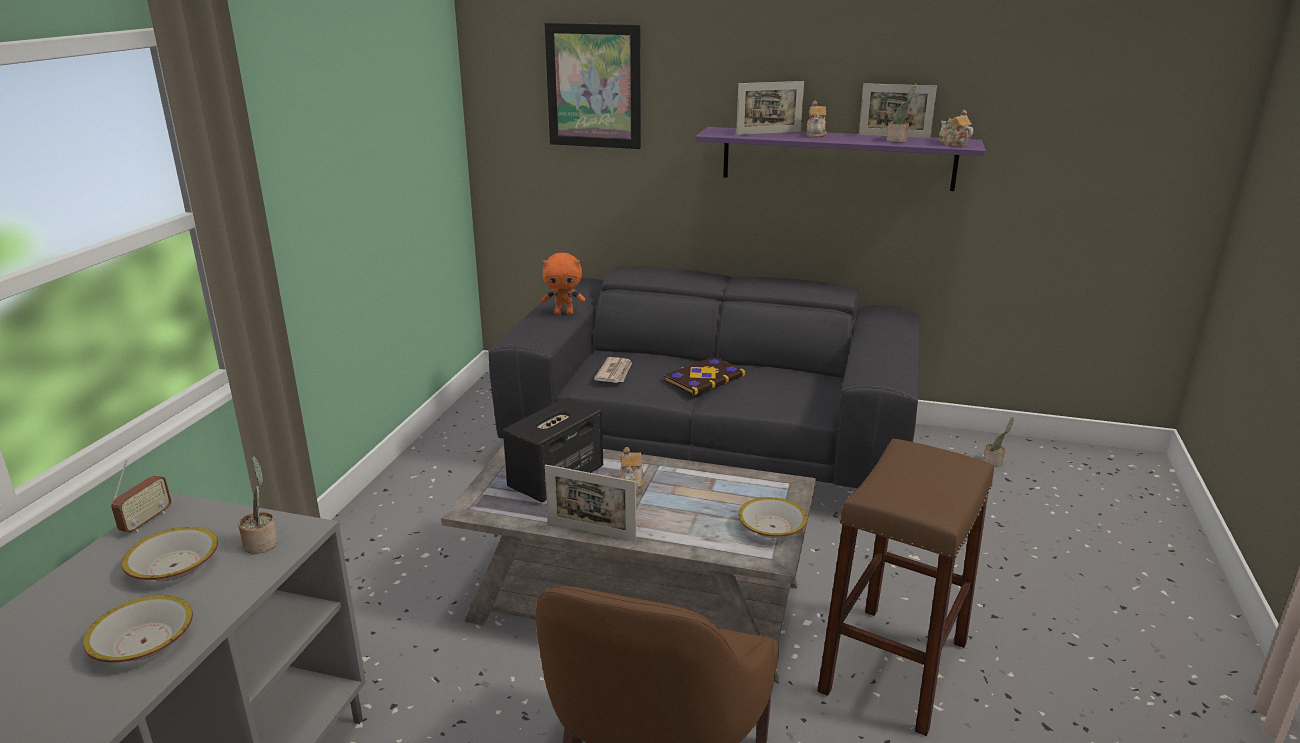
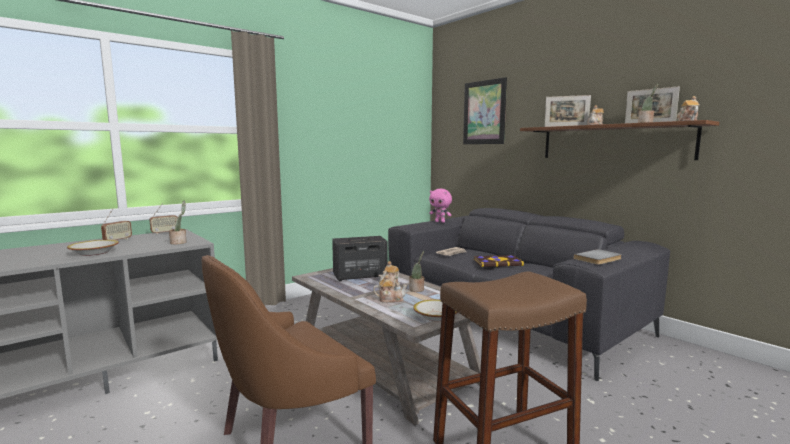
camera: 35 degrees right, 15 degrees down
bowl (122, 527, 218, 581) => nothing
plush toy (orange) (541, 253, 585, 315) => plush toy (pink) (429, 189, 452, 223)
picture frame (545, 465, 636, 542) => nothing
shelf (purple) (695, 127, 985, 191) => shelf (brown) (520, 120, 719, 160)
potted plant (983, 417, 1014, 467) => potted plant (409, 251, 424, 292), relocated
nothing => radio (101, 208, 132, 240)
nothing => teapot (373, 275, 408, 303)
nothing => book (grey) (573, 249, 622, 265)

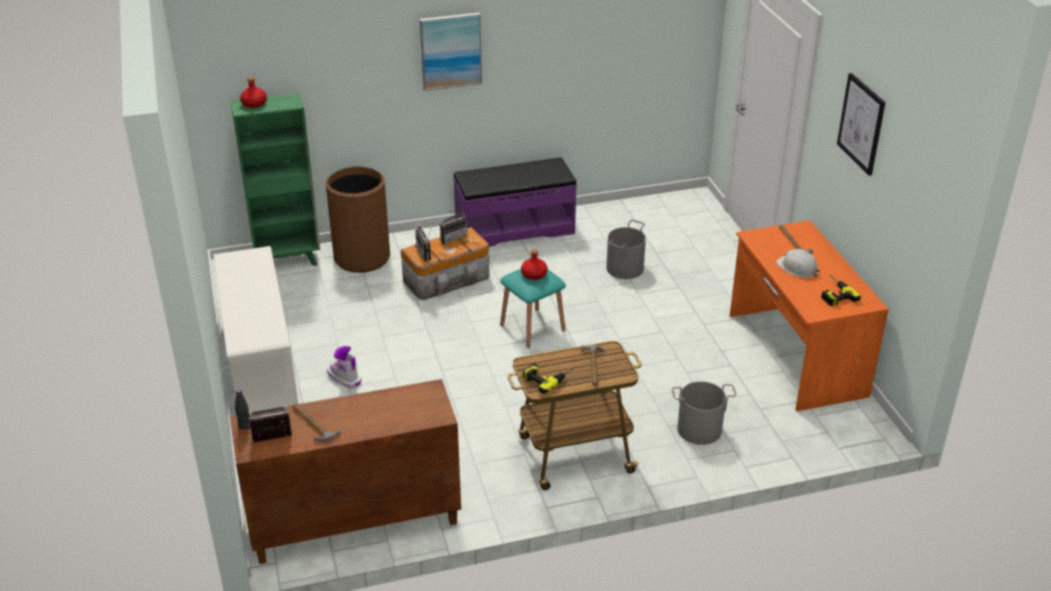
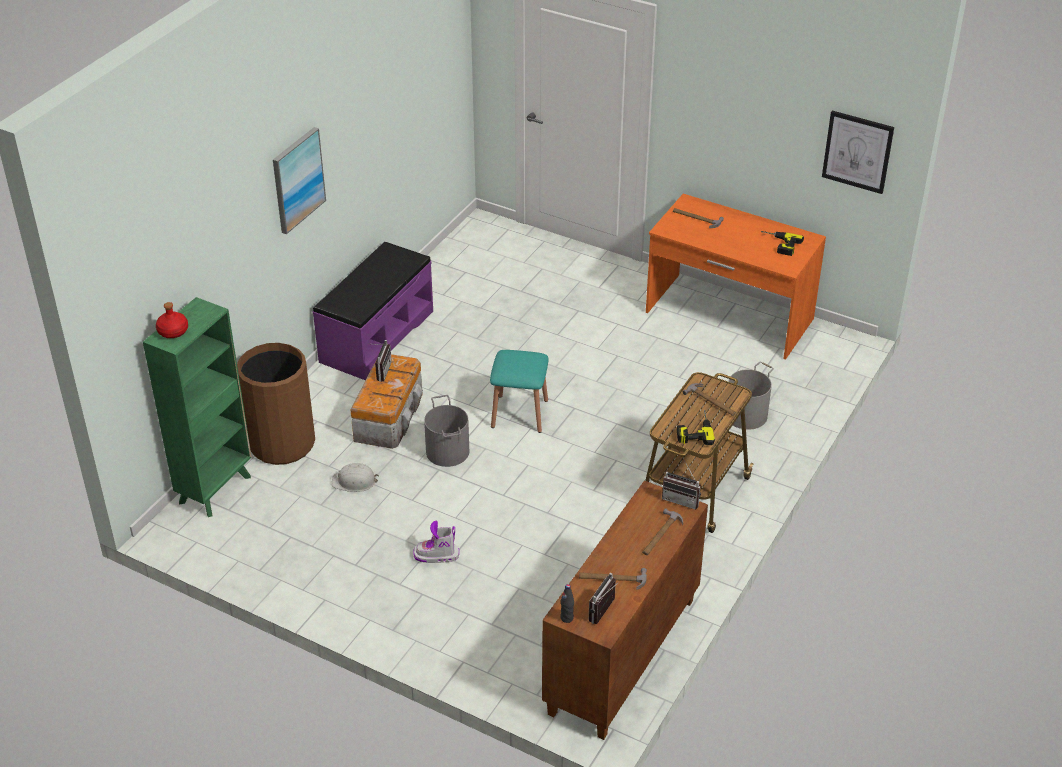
camera: 45 degrees left, 5 degrees up
shoe rack (white) (213, 246, 299, 413) => nothing
radio (415, 224, 432, 262) => radio (662, 460, 701, 509), relocated
bottle (red) (521, 249, 548, 280) => nothing
bucket (grey) (606, 220, 646, 279) => bucket (grey) (424, 395, 469, 467), relocated
hard hat (white) (776, 249, 820, 278) => hard hat (white) (332, 463, 379, 492), relocated
picture (837, 73, 885, 176) => picture (822, 111, 894, 194), relocated
nothing => hammer (642, 508, 683, 555)

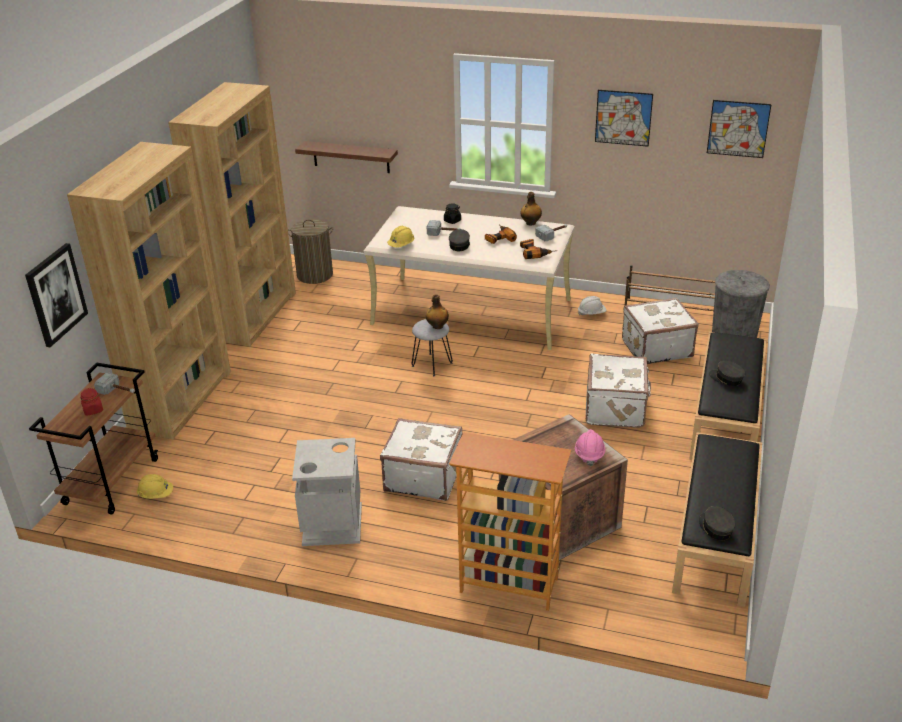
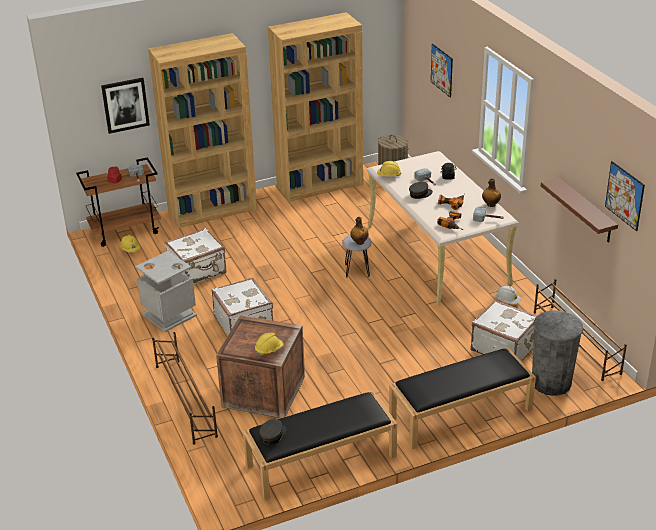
camera: 50 degrees right, 0 degrees up
shelf (brown) (295, 141, 398, 173) => shelf (brown) (541, 178, 618, 243), relocated
bookcase (449, 432, 571, 611) => shoe rack (brown) (152, 332, 218, 445)
hard hat (pink) (575, 429, 606, 466) => hard hat (yellow) (255, 333, 284, 356)
suitcase (white) (586, 353, 651, 428) => suitcase (white) (165, 228, 227, 284), relocated
picture (595, 90, 653, 147) => picture (431, 44, 453, 98), relocated
cap (grey) (709, 361, 745, 386) => nothing

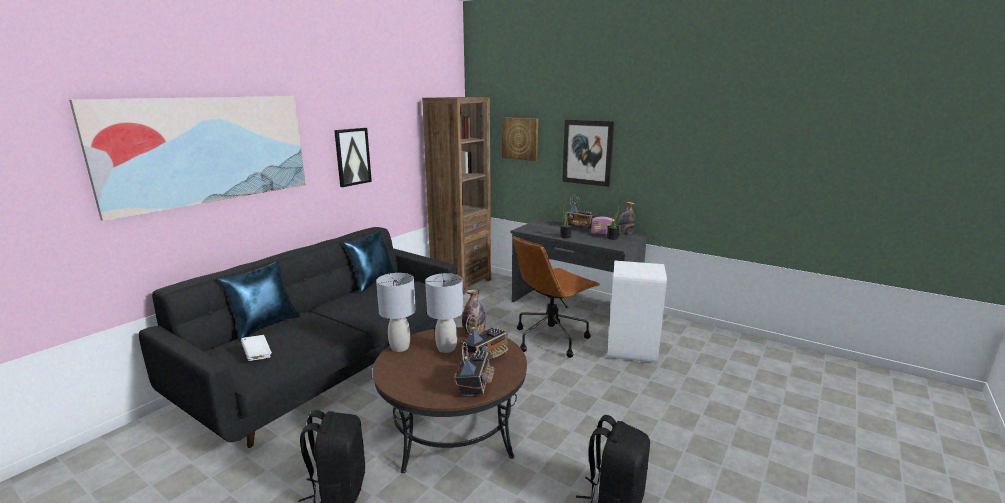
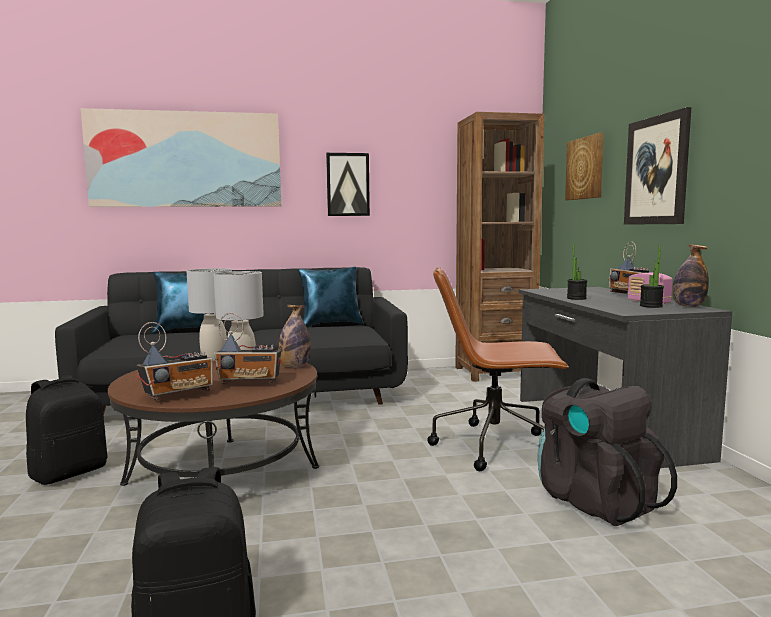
camera: 45 degrees right, 10 degrees down
book (white) (241, 335, 272, 361) => nothing
trash can (white) (607, 261, 667, 363) => backpack (black) (538, 378, 677, 526)

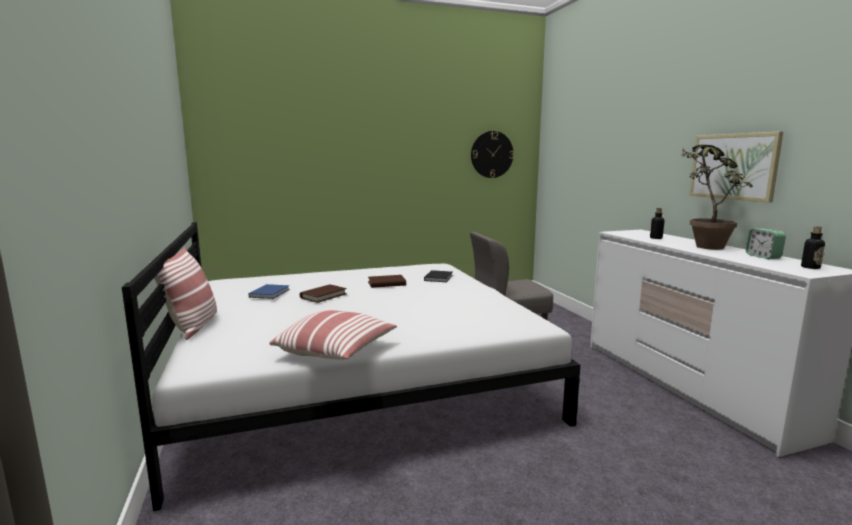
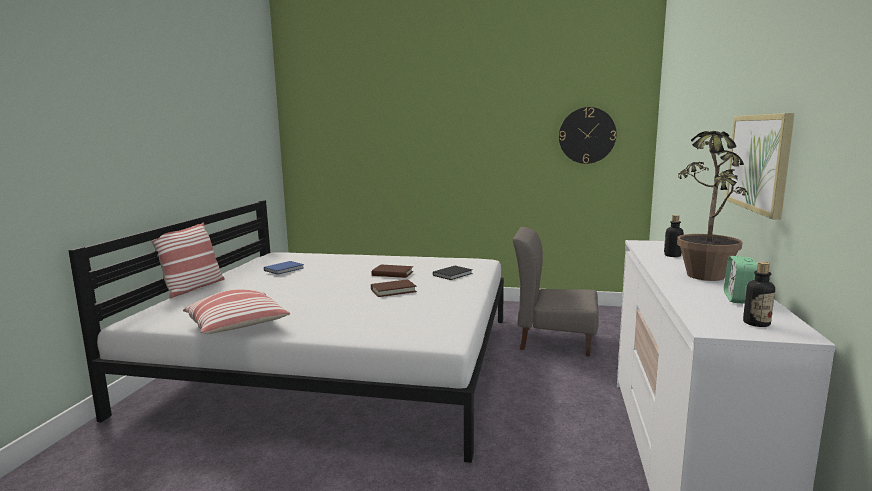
camera: 30 degrees right, 0 degrees up
book (brown) (300, 284, 347, 303) => book (brown) (371, 279, 417, 297), relocated

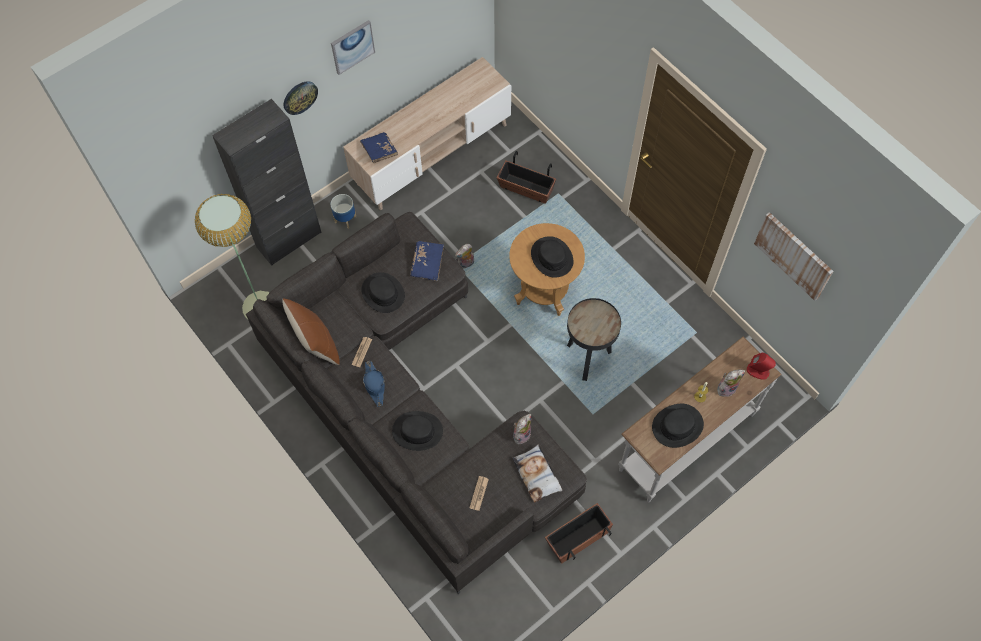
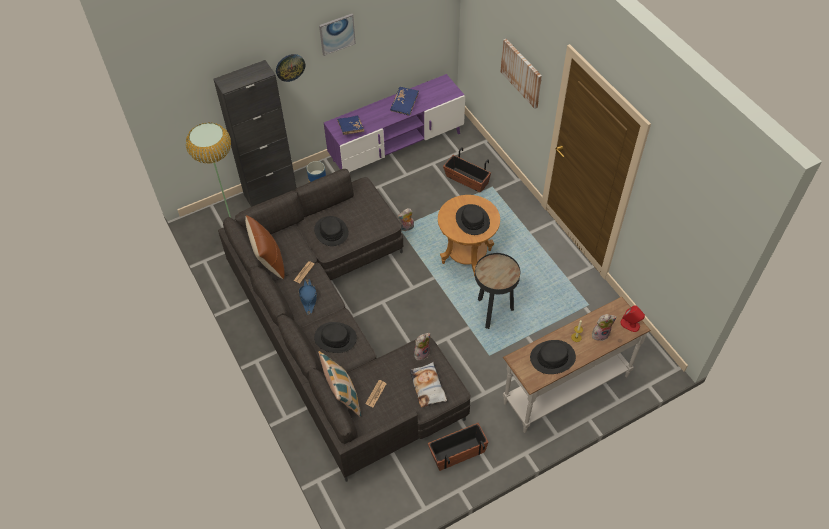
camera: 10 degrees right, 10 degrees down
tv stand (beige) (343, 57, 511, 210) => tv stand (purple) (324, 74, 465, 172)
book (blue) (410, 241, 444, 281) => book (blue) (390, 87, 419, 116), relocated
picture (754, 212, 833, 301) => picture (500, 39, 542, 109), relocated
nothing => pillow (318, 351, 361, 417)

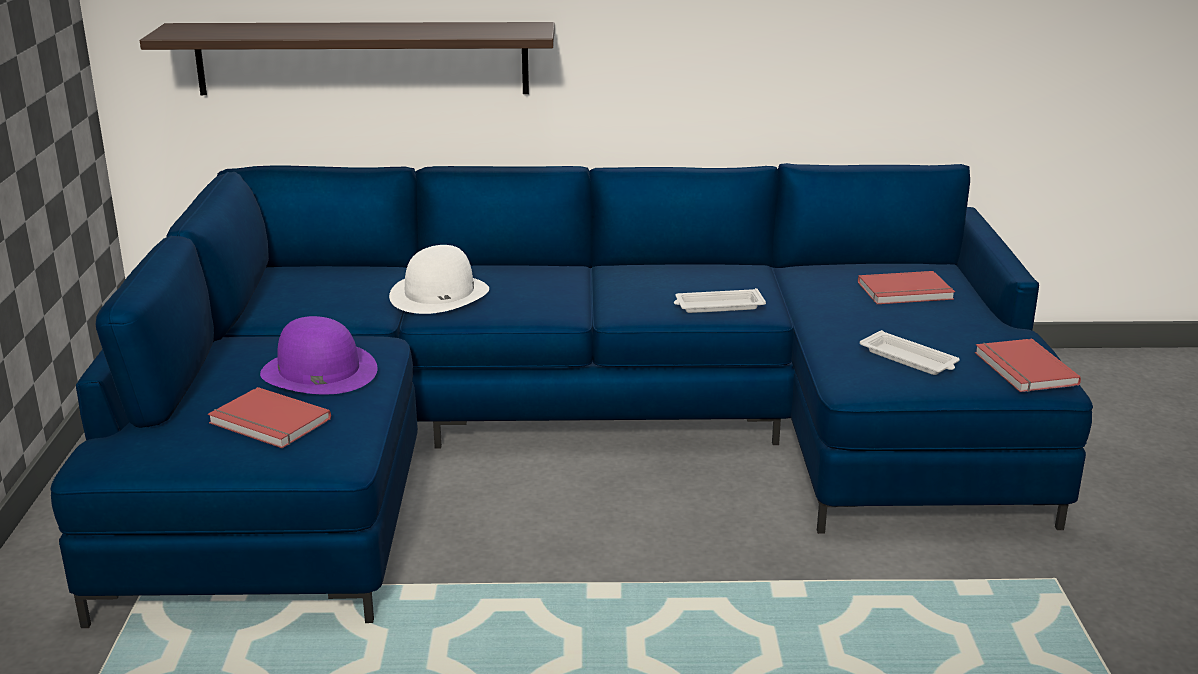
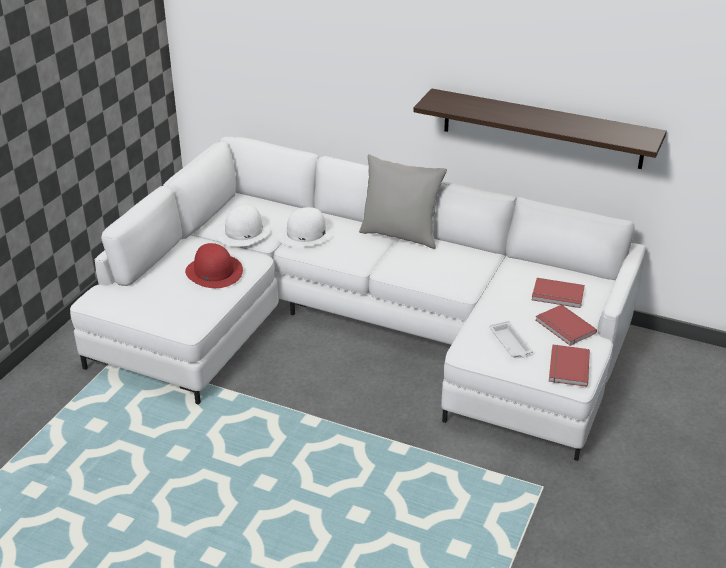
camera: 25 degrees right, 10 degrees up
sofa (blue) (50, 163, 1093, 628) => sofa (white) (70, 137, 646, 461)
shelf (140, 22, 555, 95) => shelf (413, 89, 667, 169), relocated
book (red) (208, 387, 331, 448) => book (red) (536, 305, 597, 346), relocated
hat (purple) (260, 316, 377, 395) => hat (red) (185, 243, 243, 288)
tray (white) (674, 288, 766, 313) => nothing
nothing => hat (white) (217, 205, 271, 247)
nothing => pillow (grey) (359, 154, 447, 249)

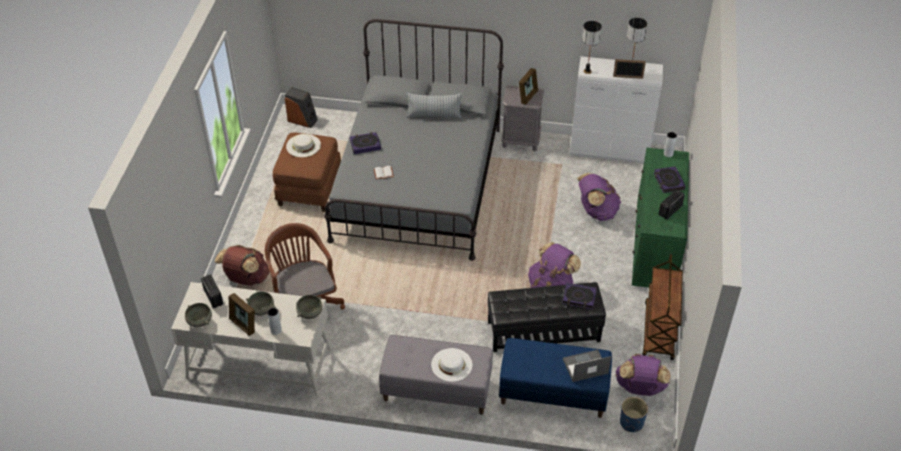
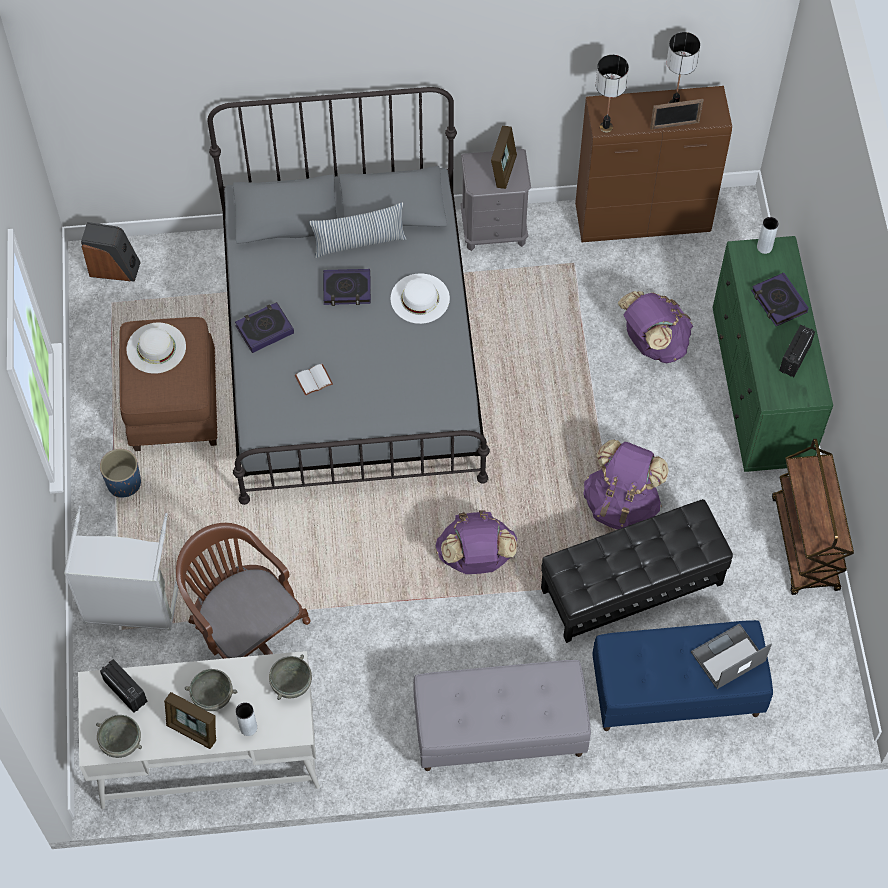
camera: 15 degrees left, 15 degrees up
backpack (brown) (215, 245, 269, 286) => laundry basket (grey) (64, 506, 178, 631)
hat (white) (431, 348, 472, 382) => hat (white) (391, 273, 450, 324), relocated
book (562, 283, 597, 309) => book (323, 269, 371, 306), relocated
cabinet (white) (570, 56, 663, 163) => cabinet (brown) (575, 86, 732, 242)
backpack (purple) (615, 354, 670, 396) => backpack (purple) (435, 510, 518, 574), relocated
planter (blue) (620, 397, 648, 432) => planter (blue) (100, 449, 141, 498), relocated

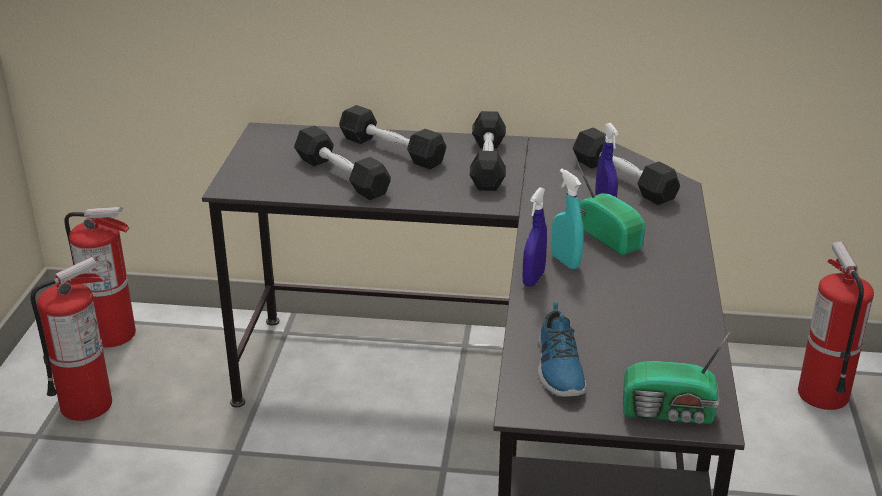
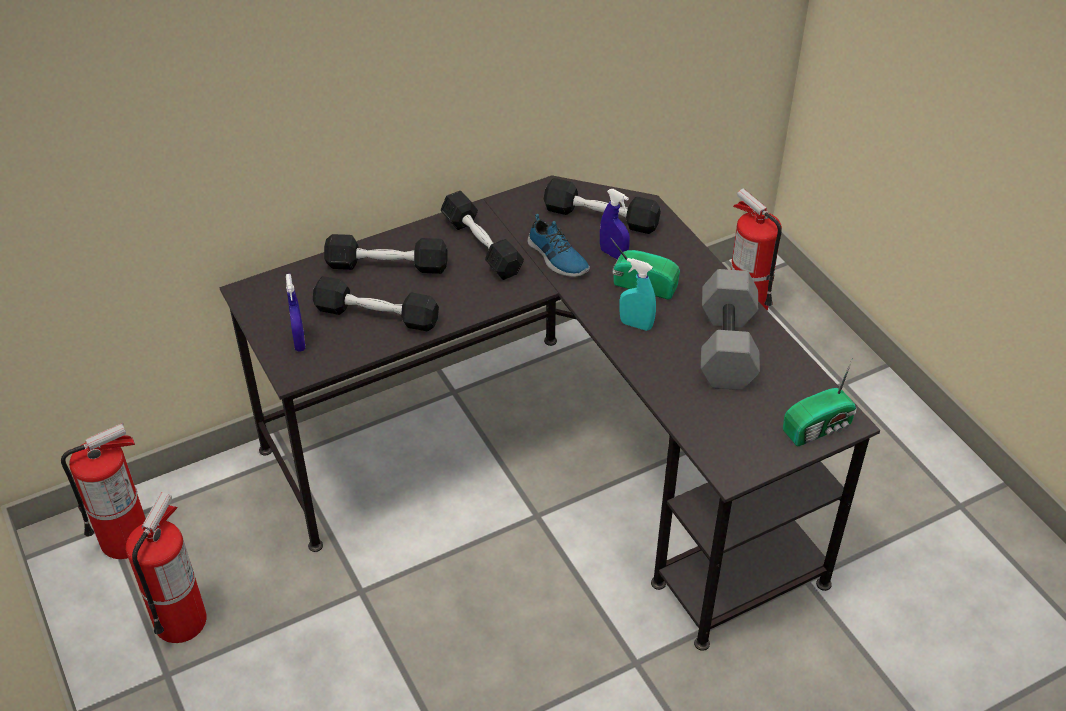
camera: 35 degrees left, 15 degrees up
spray bottle (blue) (523, 187, 547, 287) => spray bottle (blue) (286, 274, 306, 352), relocated
shoe (538, 302, 586, 397) => shoe (527, 214, 590, 277), relocated
nothing => dumbbell (grey) (701, 269, 760, 390)

